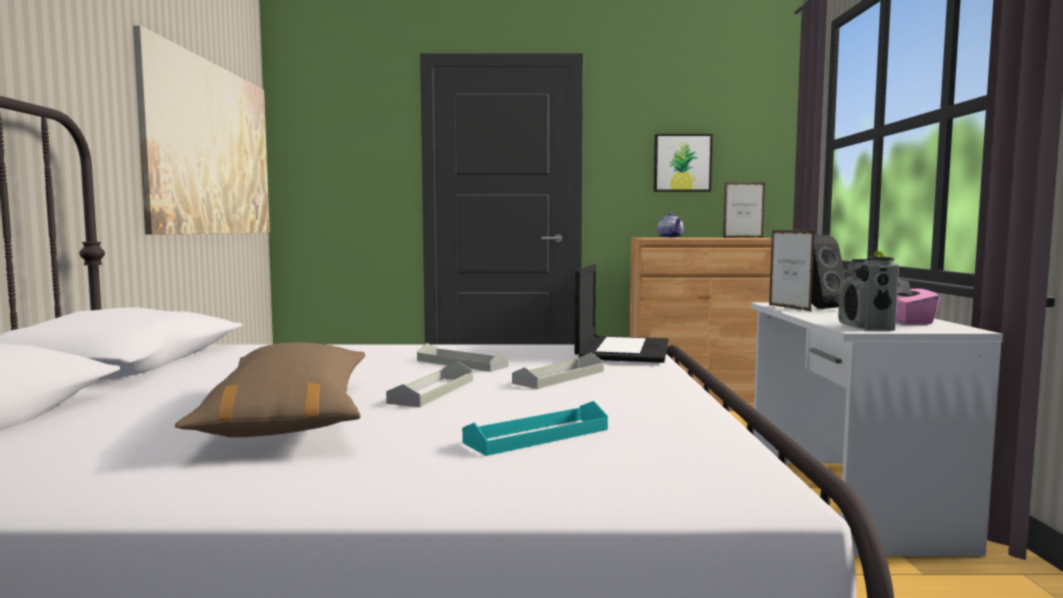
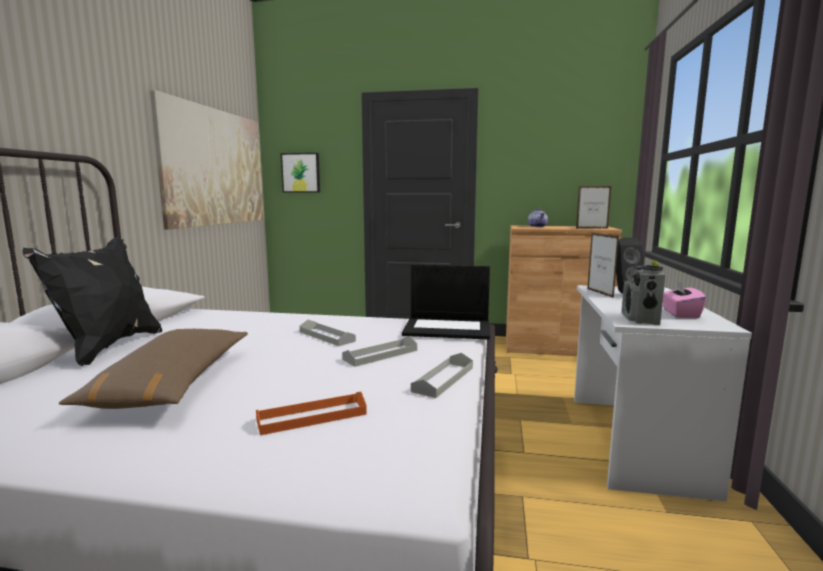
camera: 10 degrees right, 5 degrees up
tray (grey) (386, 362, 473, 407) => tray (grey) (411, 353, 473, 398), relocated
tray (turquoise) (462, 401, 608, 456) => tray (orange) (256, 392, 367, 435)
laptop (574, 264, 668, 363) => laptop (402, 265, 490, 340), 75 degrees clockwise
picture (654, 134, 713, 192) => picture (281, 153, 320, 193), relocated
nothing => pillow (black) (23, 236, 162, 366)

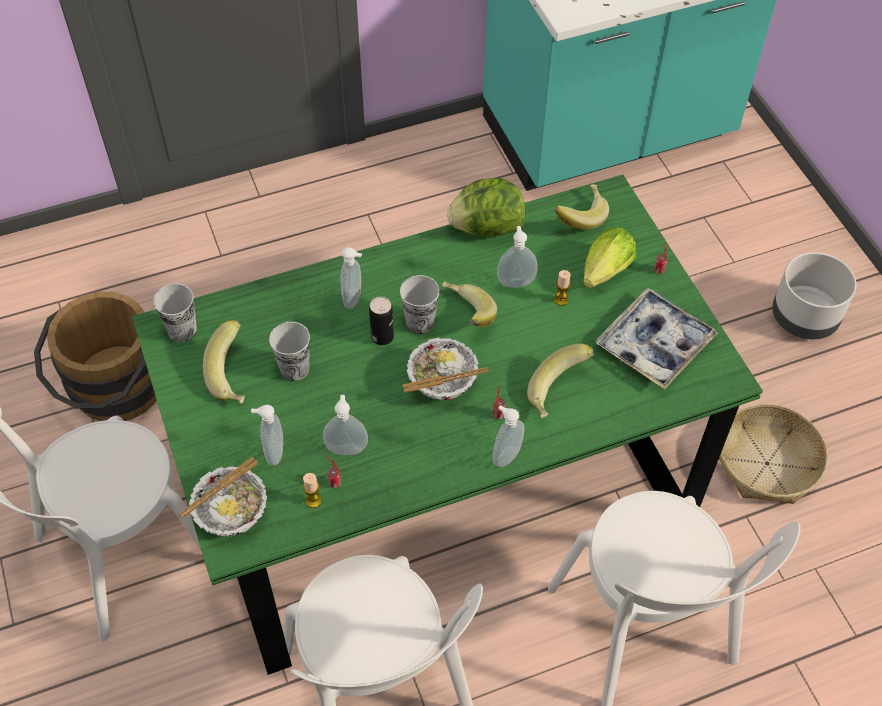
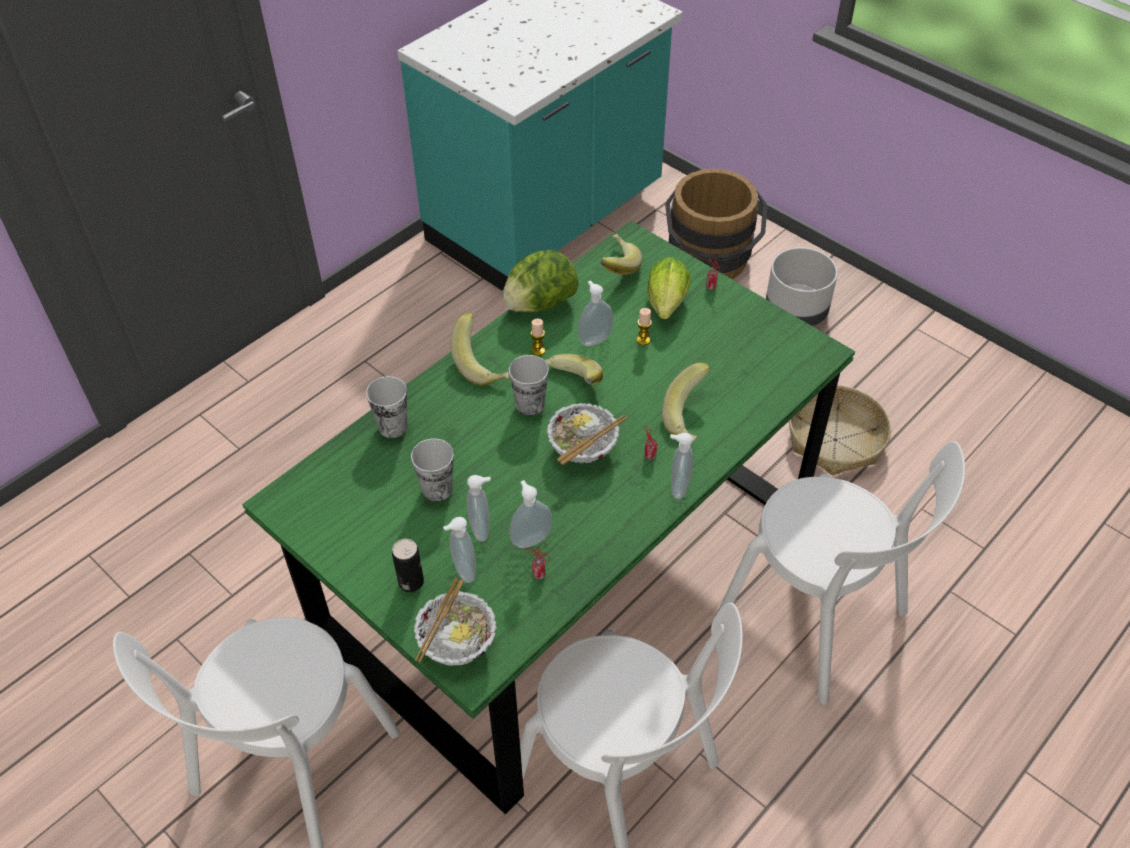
camera: 25 degrees left, 5 degrees down
bucket (brown) (34, 292, 157, 421) => bucket (brown) (665, 169, 768, 279), relocated
cup (153, 284, 197, 343) => cup (366, 376, 407, 438), relocated
banana (203, 320, 245, 404) => banana (450, 313, 509, 386), relocated
candle (303, 473, 322, 508) => candle (530, 319, 545, 356), relocated
soap dispenser (340, 247, 362, 309) => soap dispenser (467, 475, 491, 542), relocated
can (369, 297, 394, 345) => can (392, 539, 424, 592), relocated
tray (596, 288, 718, 389) => nothing

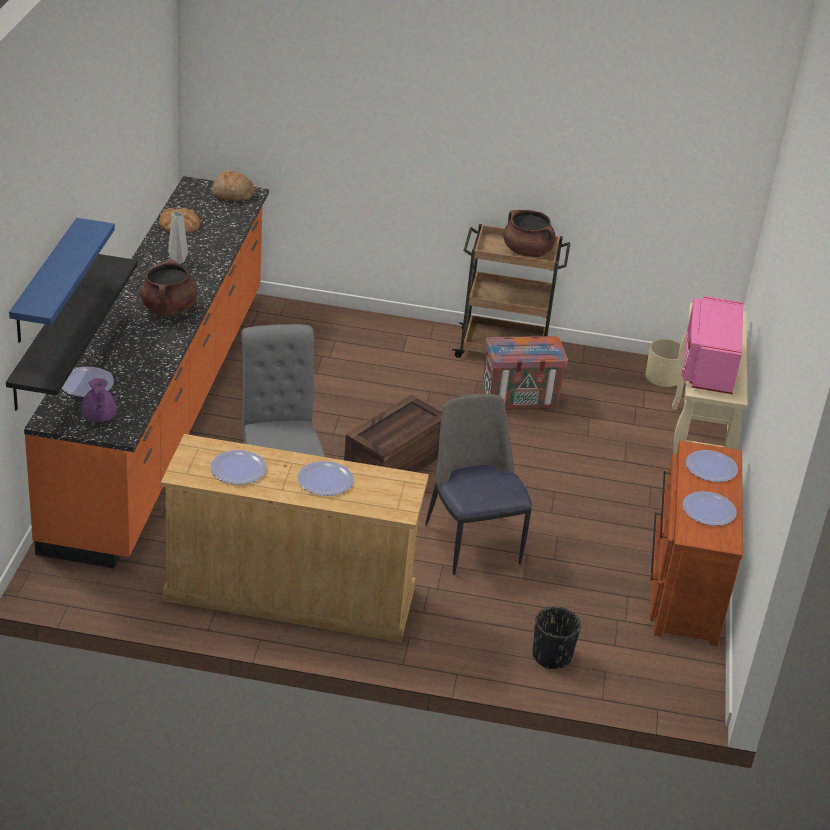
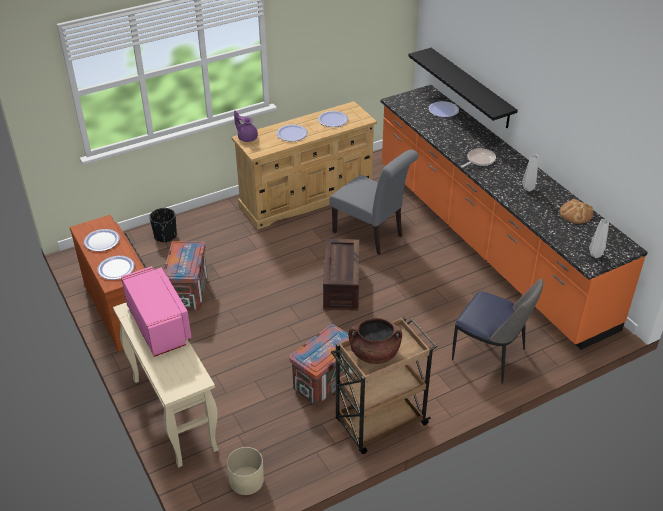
camera: 145 degrees right, 5 degrees up
shelf (blue) (9, 218, 115, 343) => nothing
teapot (purple) (81, 378, 116, 422) => teapot (purple) (234, 111, 258, 142), relocated
cooking pot (brown) (140, 259, 198, 316) => frying pan (461, 148, 496, 168)
bread (212, 170, 255, 201) => vase (grey) (589, 219, 609, 258)
chair (425, 394, 532, 575) => chair (452, 278, 543, 384), relocated
nothing => crate (164, 241, 207, 310)

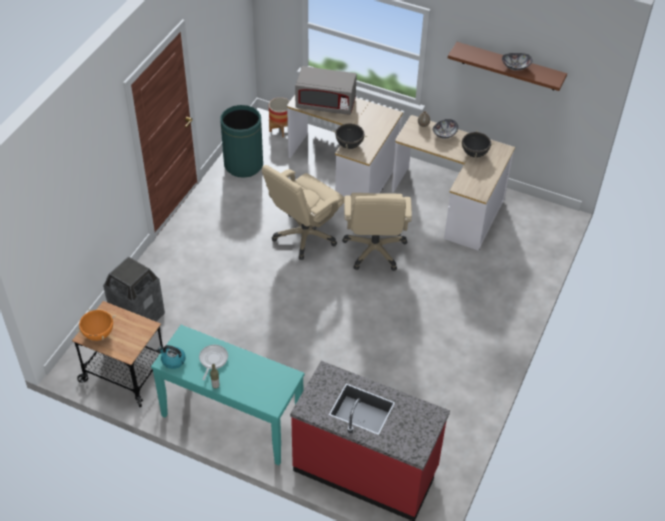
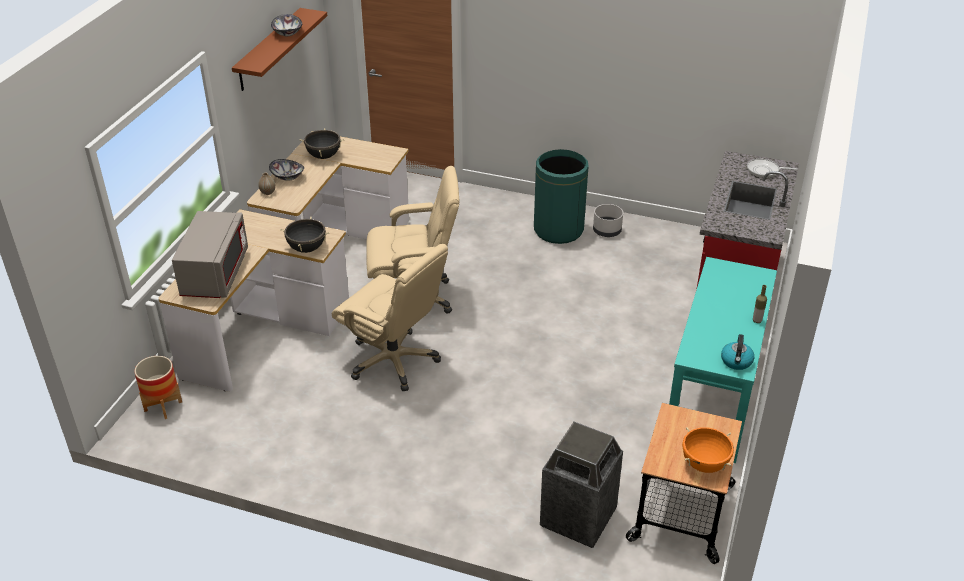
camera: 95 degrees left, 10 degrees down
frying pan (199, 345, 228, 380) => frying pan (747, 159, 797, 178), relocated
trash can (green) (220, 105, 263, 178) => trash can (green) (534, 149, 589, 244), relocated
nothing => planter (grey) (593, 204, 623, 237)

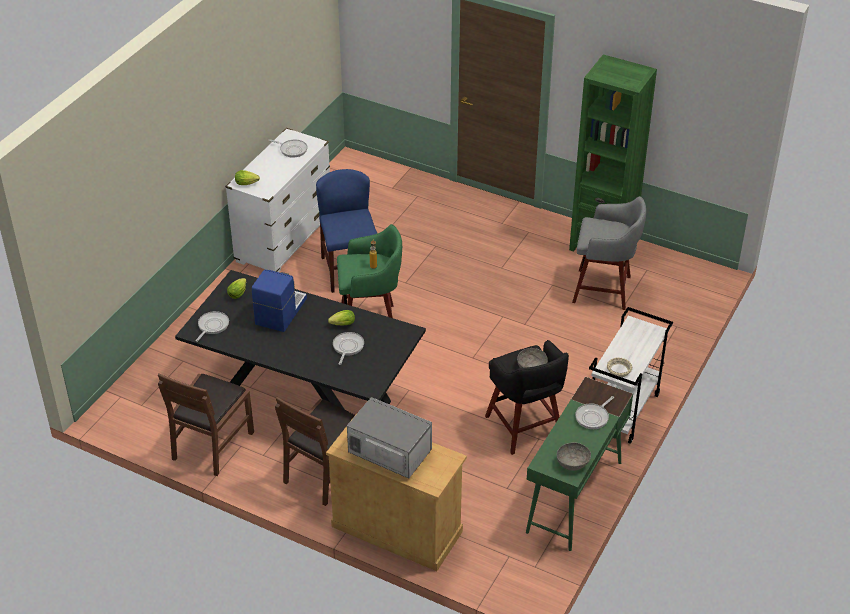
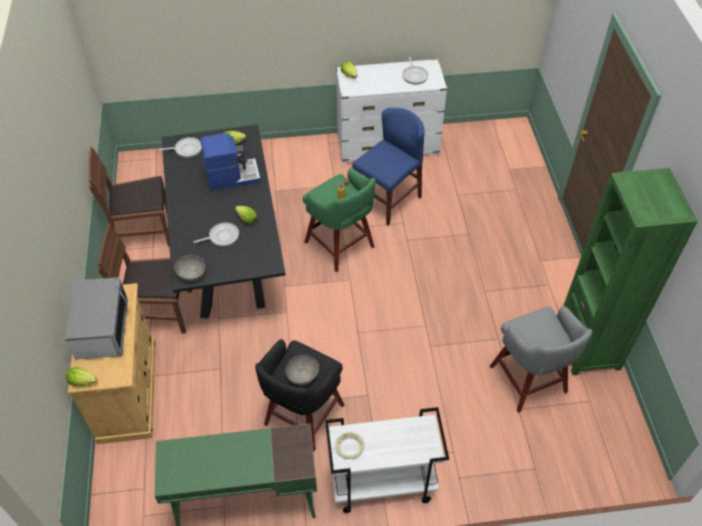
camera: 55 degrees right, 10 degrees up
bowl (grey) (557, 442, 591, 471) => bowl (grey) (174, 255, 205, 281), relocated
frying pan (575, 396, 614, 429) => nothing
nothing => lettuce (66, 367, 97, 386)

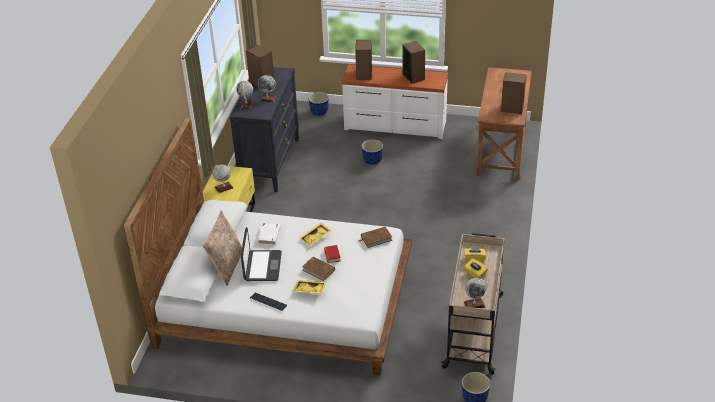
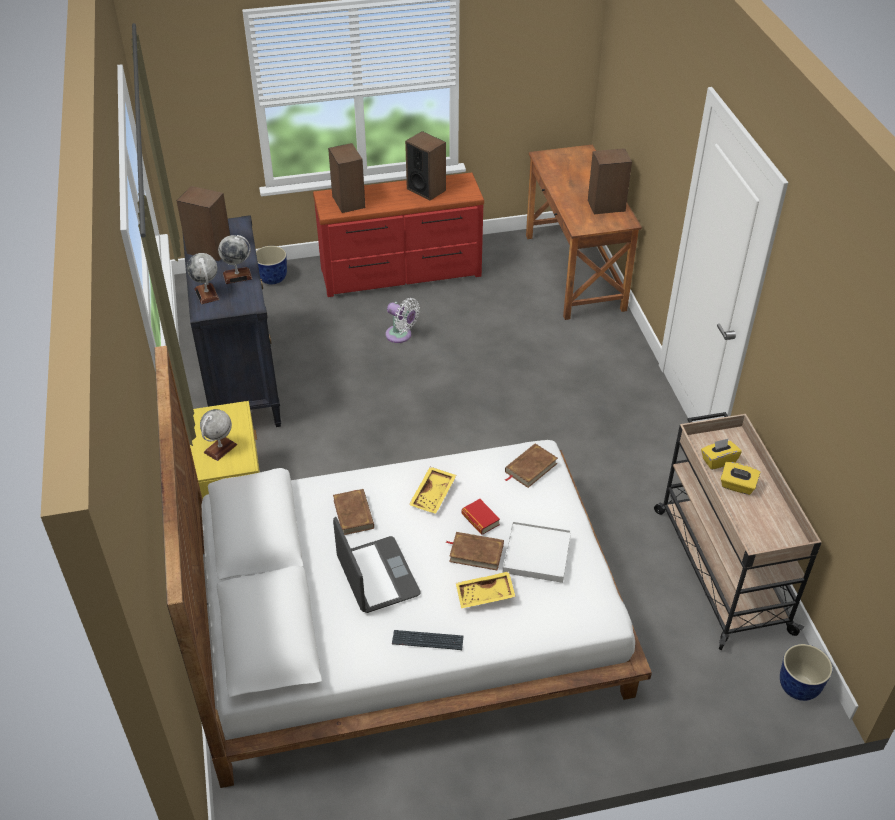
camera: 25 degrees left, 5 degrees up
pillow (beige) (202, 210, 242, 286) => nothing
book (white) (258, 223, 281, 245) => book (brown) (333, 489, 374, 535)
dresser (white) (342, 64, 448, 139) => dresser (red) (313, 172, 484, 297)
planter (361, 139, 383, 165) => fan (white) (385, 298, 420, 343)
globe (464, 278, 487, 308) => nothing
nothing => tray (white) (503, 521, 571, 583)

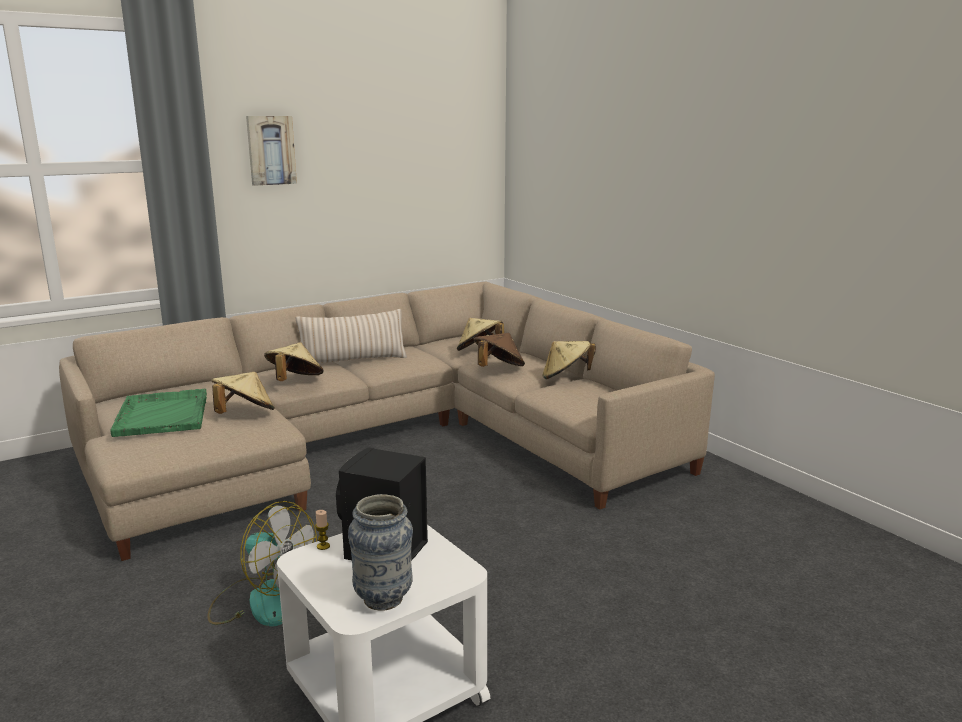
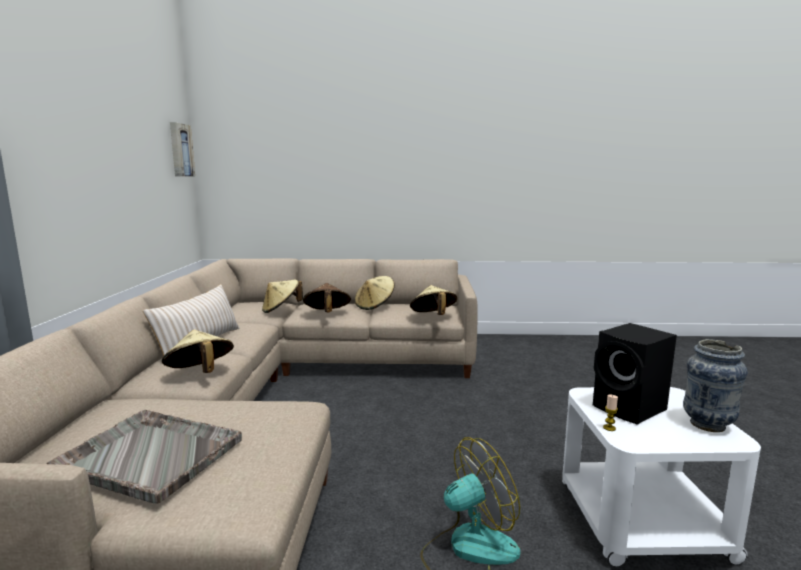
camera: 55 degrees left, 5 degrees down
tray (green) (110, 389, 207, 437) => tray (grey) (47, 410, 242, 504)
hat (beige) (211, 372, 275, 414) => hat (beige) (410, 285, 457, 315), relocated
picture (246, 116, 297, 186) => picture (170, 122, 195, 177), relocated

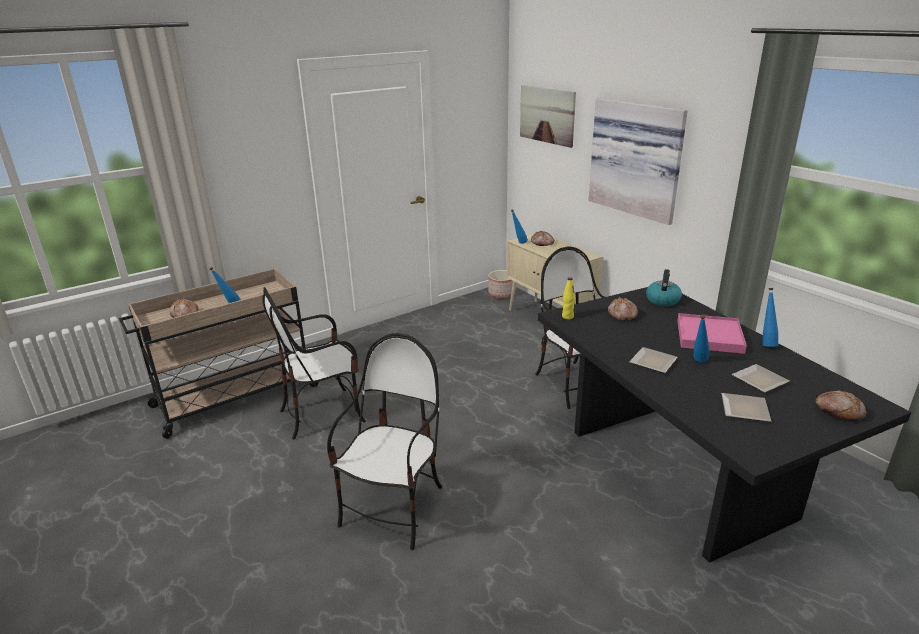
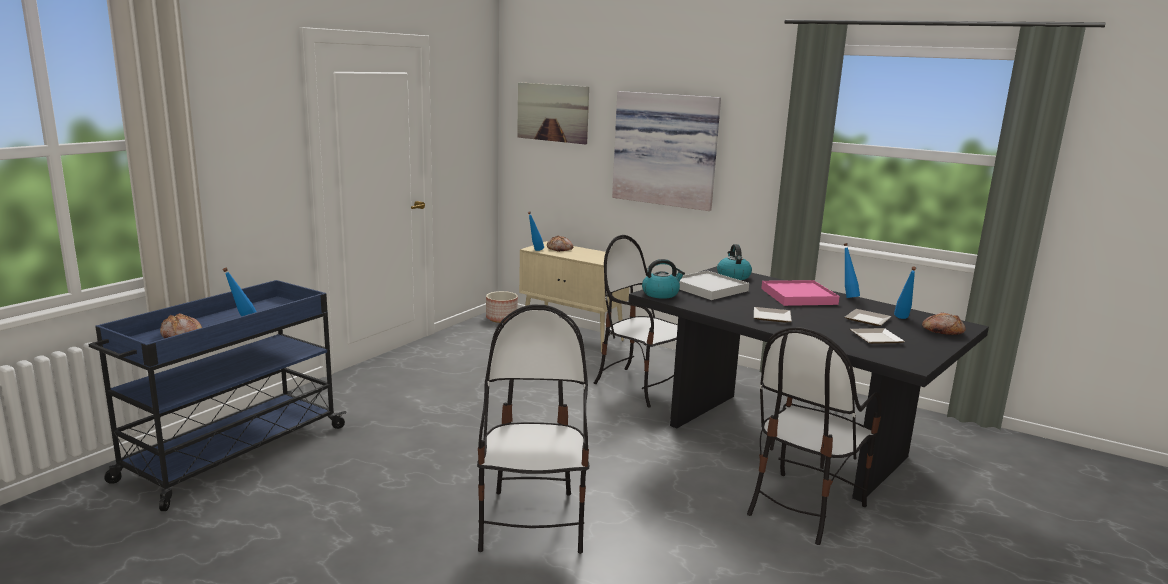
camera: 25 degrees left, 10 degrees down
cart (beige) (119, 269, 319, 439) => cart (blue) (89, 280, 347, 511)
chair (262, 287, 366, 439) => chair (747, 327, 882, 545), relocated
bottle (yellow) (562, 277, 575, 319) => kettle (642, 259, 685, 299)
bread (608, 297, 638, 321) => tray (white) (679, 270, 749, 300)
bottle (blue) (694, 314, 709, 362) => bottle (blue) (894, 266, 916, 319), relocated

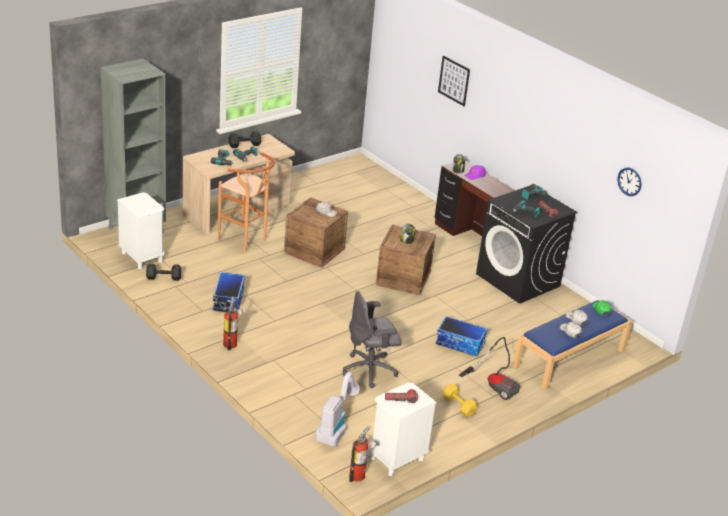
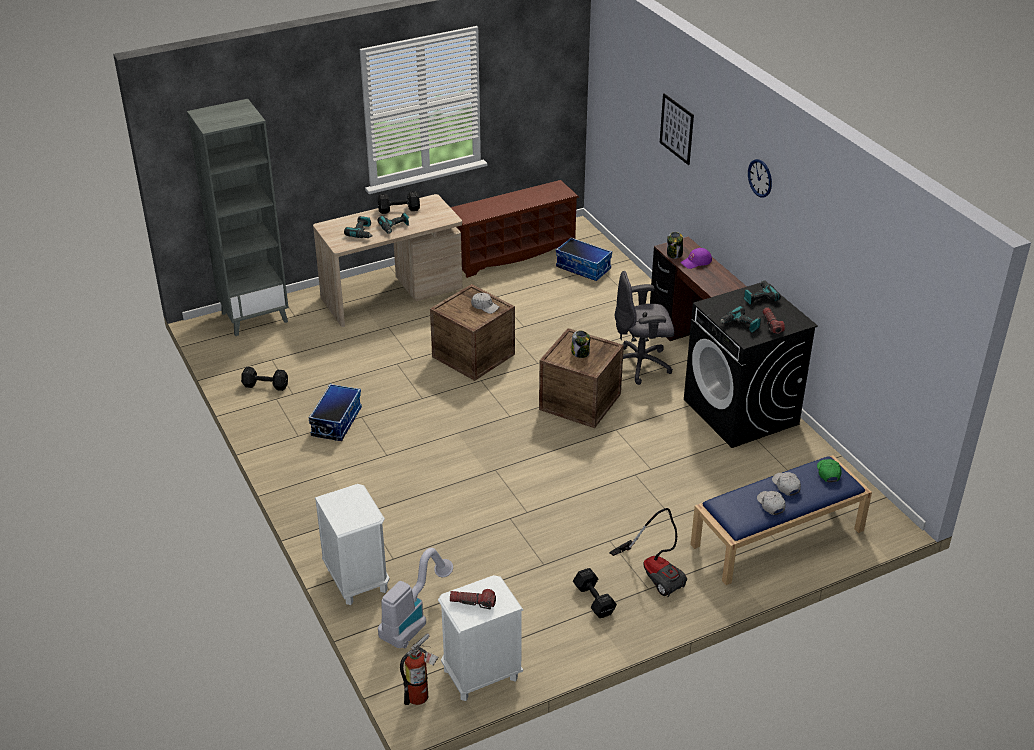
camera: 15 degrees right, 5 degrees up
nightstand (white) (117, 192, 165, 269) => nightstand (white) (315, 484, 390, 605), relocated
stool (brown) (218, 152, 275, 252) => nothing
fire extinguisher (223, 297, 243, 350) => nothing
office chair (grey) (343, 291, 402, 388) => office chair (grey) (615, 271, 674, 385), relocated
storage box (436, 316, 488, 356) => storage box (556, 237, 612, 281), relocated
dumbbell (yellow) (442, 383, 478, 417) => dumbbell (black) (573, 568, 617, 618)
wall clock (617, 168, 642, 196) => wall clock (748, 159, 772, 197), relocated
nothing => shoe rack (brown) (450, 180, 579, 278)

